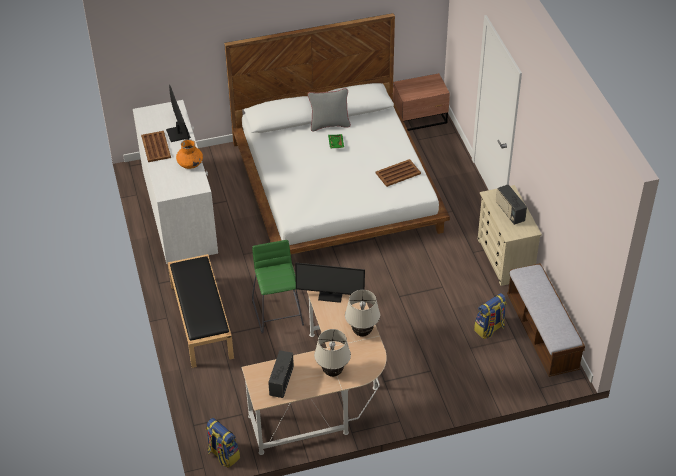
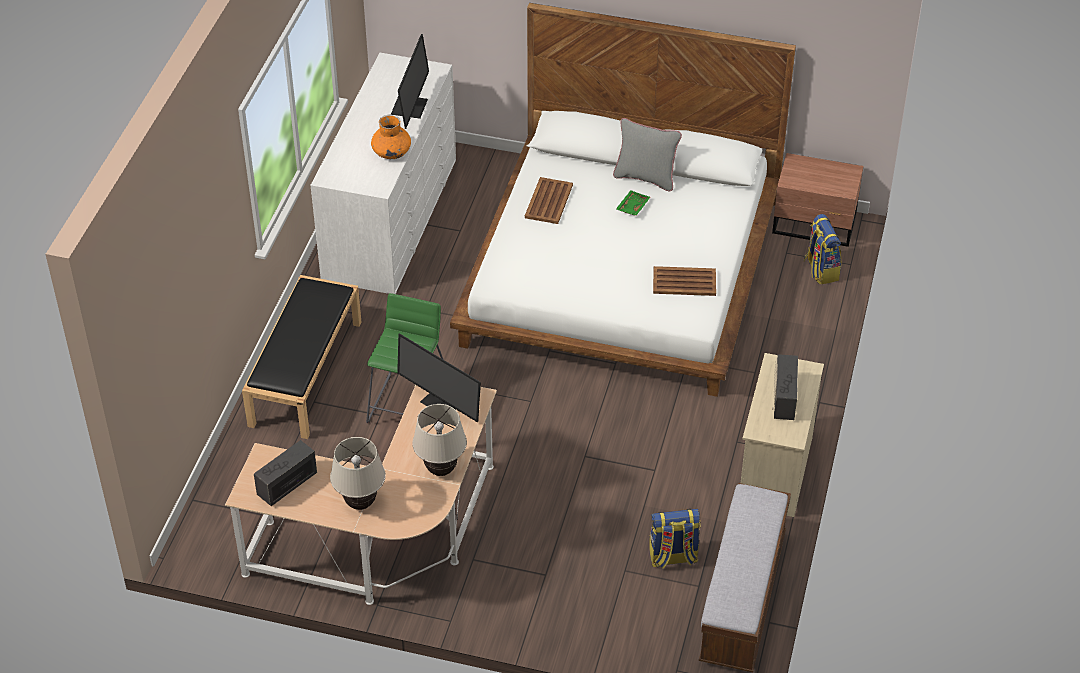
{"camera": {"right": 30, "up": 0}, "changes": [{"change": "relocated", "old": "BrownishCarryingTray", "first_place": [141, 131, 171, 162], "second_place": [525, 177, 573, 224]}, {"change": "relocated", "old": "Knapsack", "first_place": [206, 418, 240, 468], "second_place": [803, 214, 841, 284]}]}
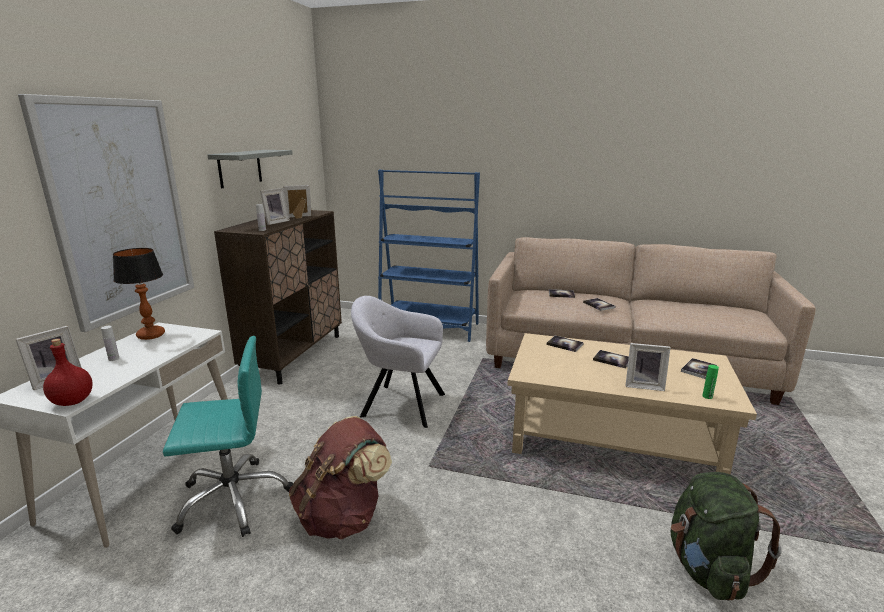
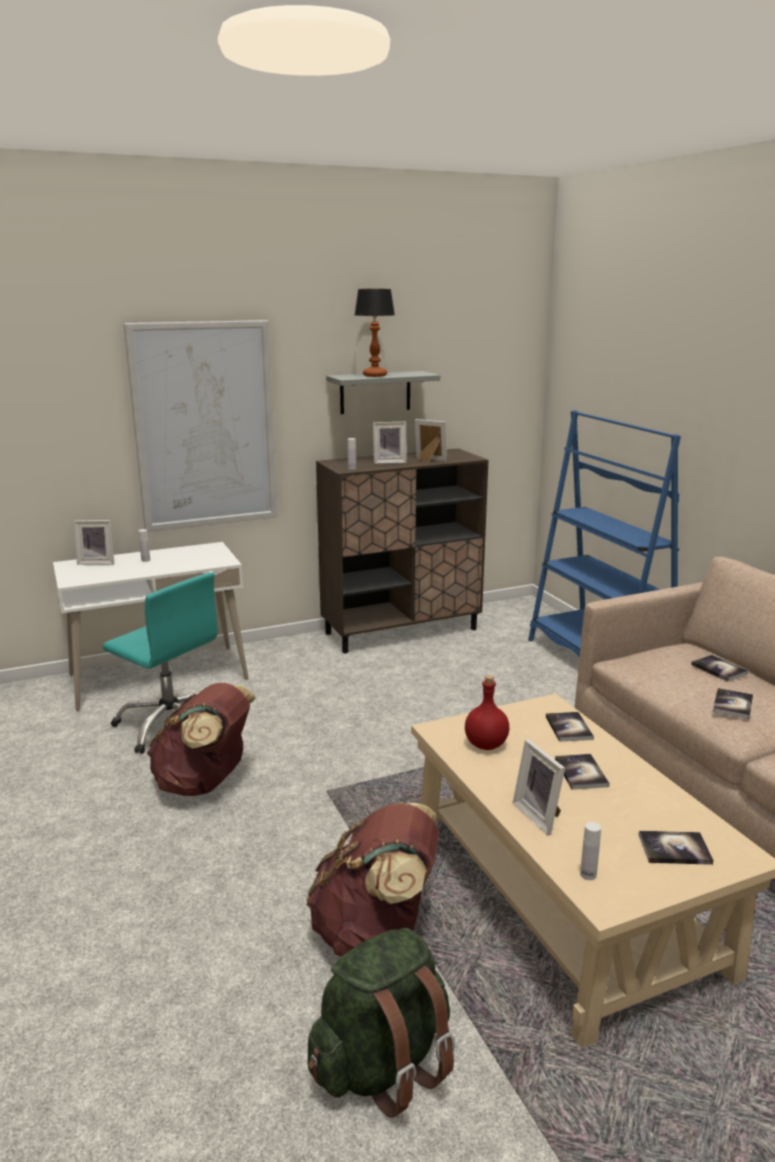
{"camera": {"right": 50, "up": 0}, "changes": [{"change": "relocated", "old": "TabletopLamp", "first_place": [113, 248, 165, 340], "second_place": [355, 289, 395, 377]}, {"change": "missing", "old": "GreyEasyChair", "first_place": [351, 296, 445, 428]}, {"change": "relocated", "old": "ReddishBottle", "first_place": [43, 339, 93, 406], "second_place": [465, 675, 509, 750]}, {"change": "colour", "old": "GreenBottle", "new": "WhiteColouredBottle", "first_place": [702, 365, 719, 399], "second_place": [580, 822, 601, 880]}, {"change": "appeared", "new": "BrownishKnapsack", "second_place": [306, 802, 439, 957]}]}
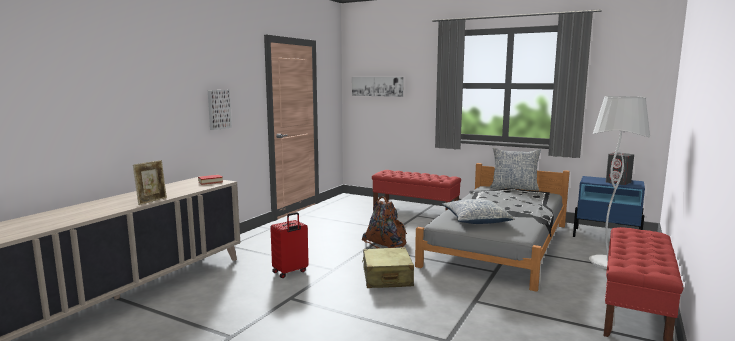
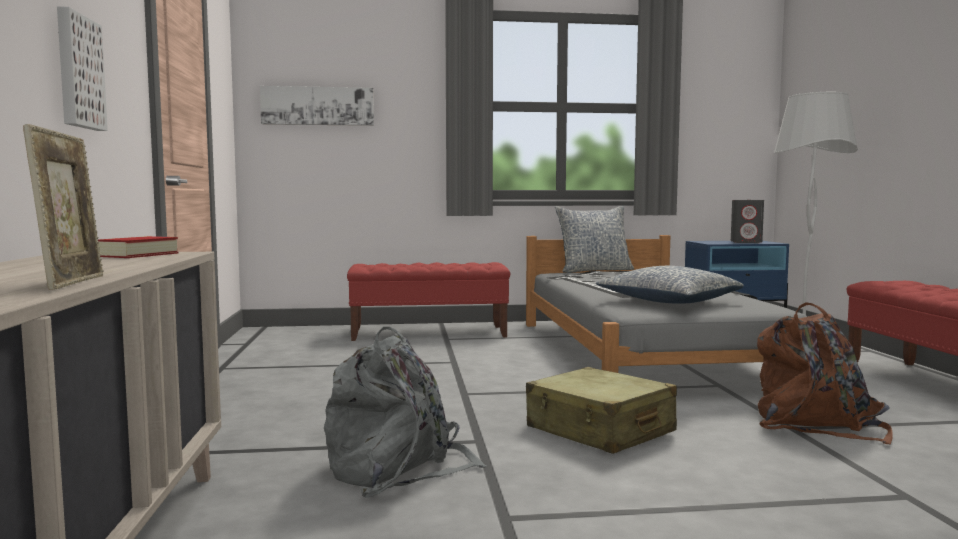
{"camera": {"right": -35, "up": -5}, "changes": [{"change": "relocated", "old": "BrownishKnapsack", "first_place": [362, 196, 407, 248], "second_place": [757, 302, 893, 444]}, {"change": "exchanged", "old": "ReddishPieceOfLuggage", "new": "GreyKnapsack", "first_place": [270, 212, 309, 278], "second_place": [324, 327, 487, 498]}]}
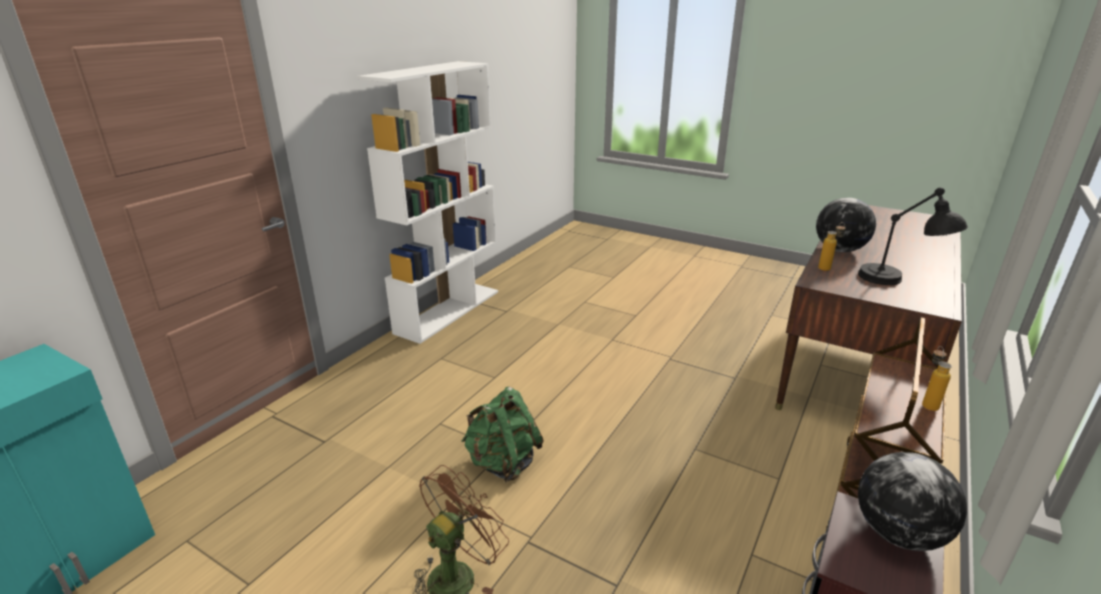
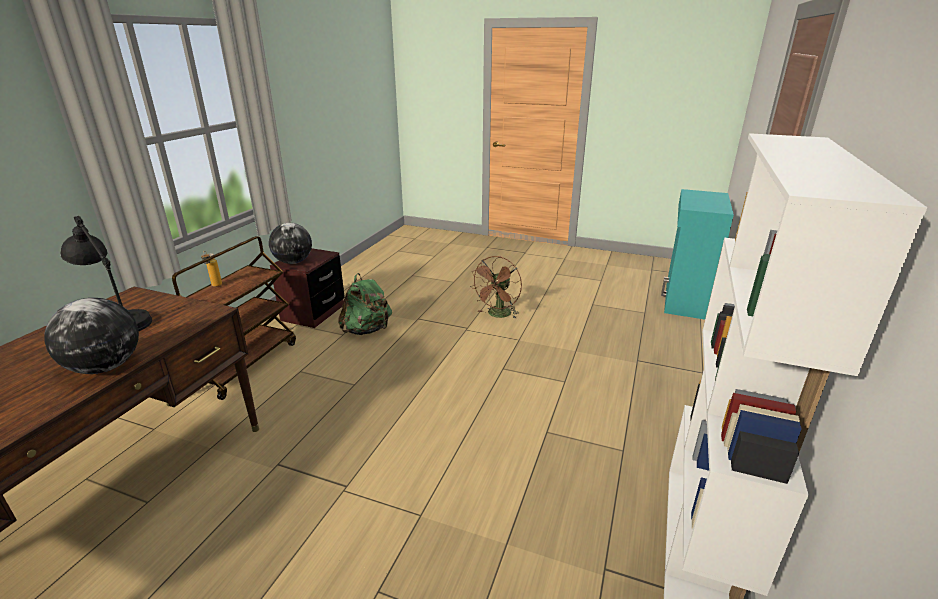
{"camera": {"right": 170, "up": 0}, "changes": [{"change": "missing", "old": "Bottle", "first_place": [818, 222, 845, 271]}, {"change": "relocated", "old": "GreenKnapsack", "first_place": [462, 387, 544, 482], "second_place": [338, 273, 392, 335]}]}
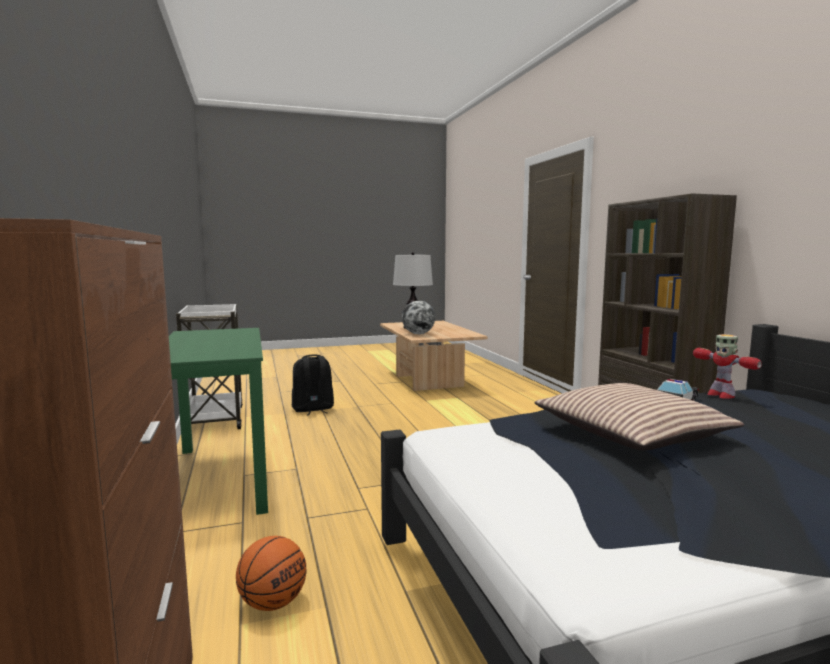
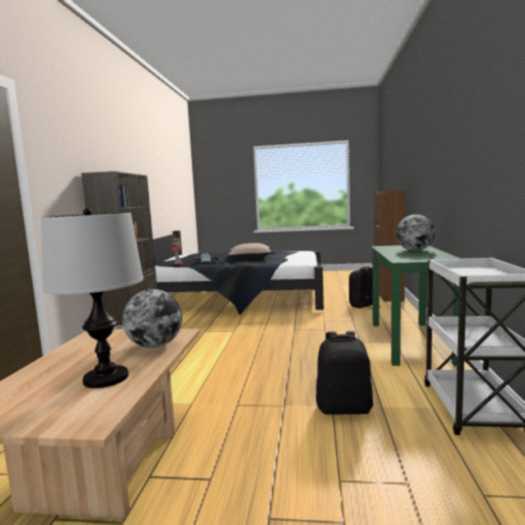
{"camera": {"right": -155, "up": 0}, "changes": [{"change": "exchanged", "old": "BallForBasketball", "new": "BlackishKnapsack", "first_place": [236, 536, 306, 611], "second_place": [349, 267, 382, 309]}, {"change": "appeared", "new": "Globe", "second_place": [396, 215, 435, 251]}]}
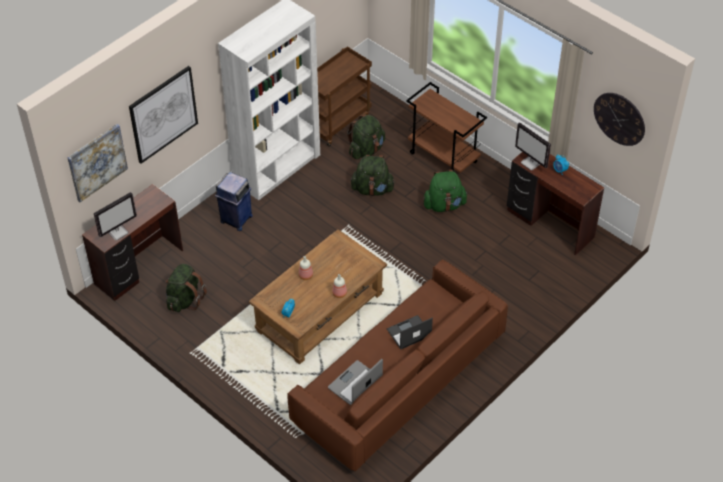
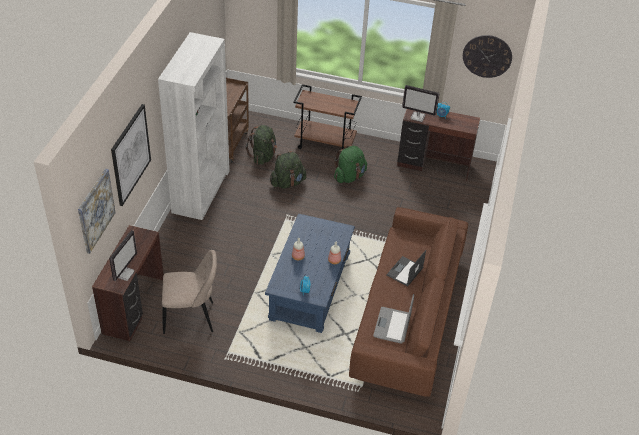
{"camera": {"right": -30, "up": -5}, "changes": [{"change": "missing", "old": "BluishTrashCan", "first_place": [215, 172, 253, 231]}, {"change": "colour", "old": "BrownishLoungeTable", "new": "BluishLoungeTable", "first_place": [249, 229, 387, 365], "second_place": [265, 214, 355, 333]}, {"change": "exchanged", "old": "GreenKnapsack", "new": "BeigeColouredPlainChair", "first_place": [165, 264, 207, 312], "second_place": [162, 250, 217, 334]}]}
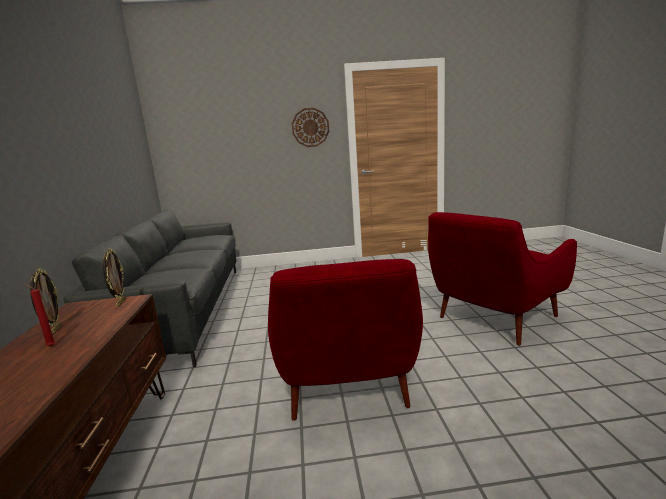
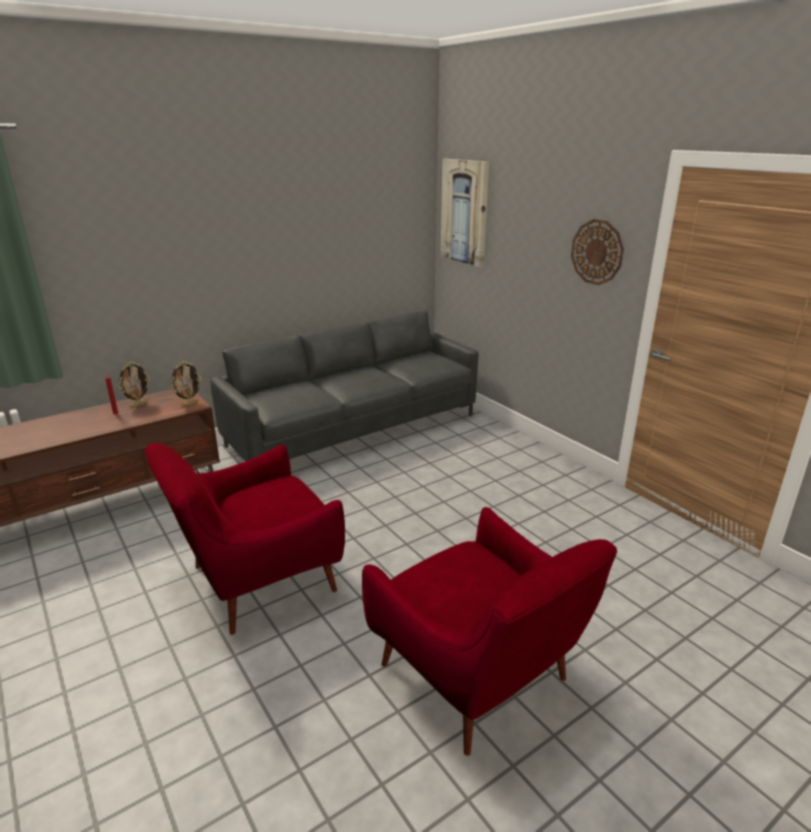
{"camera": {"right": 60, "up": 10}, "changes": [{"change": "spun", "old": "ReddishEasyChair", "first_place": [428, 212, 577, 346], "second_place": [362, 507, 617, 756], "degrees": -150}, {"change": "appeared", "new": "Picture", "second_place": [440, 159, 489, 267]}]}
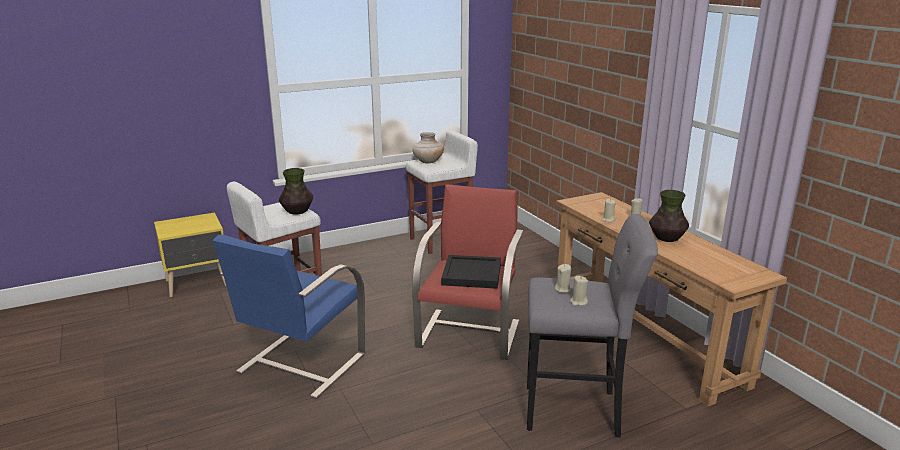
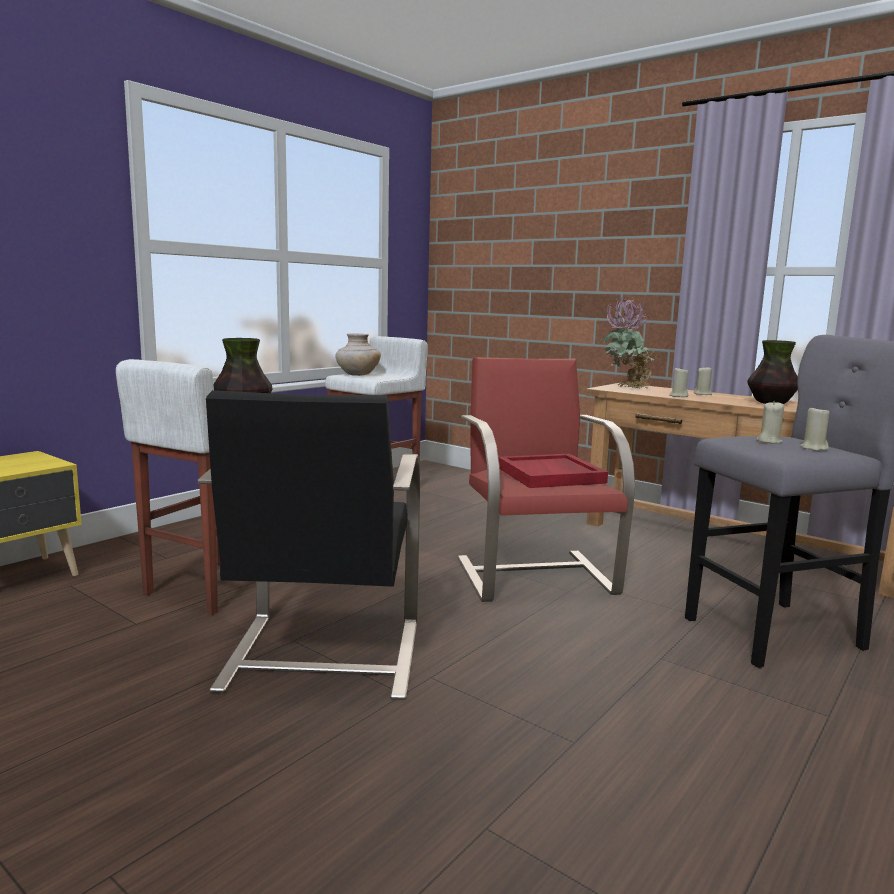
{"camera": {"right": -25, "up": -10}, "changes": [{"change": "colour", "old": "BluishEasyChair", "new": "BlackishEasyChair", "first_place": [212, 235, 365, 399], "second_place": [197, 390, 420, 700]}, {"change": "colour", "old": "BlackishCarryingTray", "new": "ReddishCarryingTray", "first_place": [441, 255, 501, 289], "second_place": [498, 454, 608, 488]}, {"change": "appeared", "new": "PottedPlant", "second_place": [603, 296, 659, 389]}]}
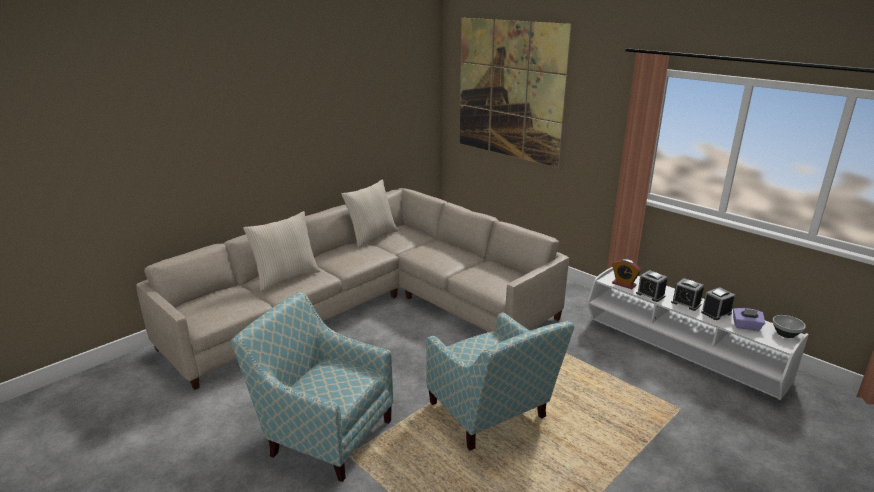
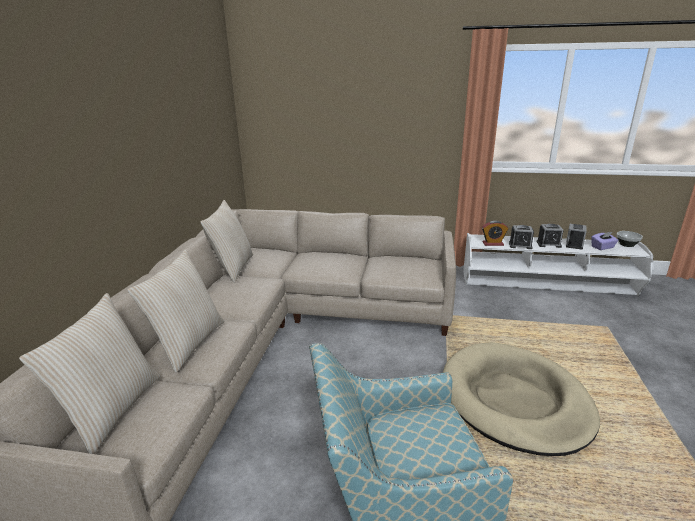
{"camera": {"right": -35, "up": 0}, "changes": [{"change": "missing", "old": "Picture", "first_place": [460, 18, 571, 168]}, {"change": "exchanged", "old": "EasyChair", "new": "BeigeColouredPetBed", "first_place": [426, 313, 574, 450], "second_place": [443, 342, 600, 456]}, {"change": "appeared", "new": "BeigeColouredCushion", "second_place": [19, 293, 161, 454]}]}
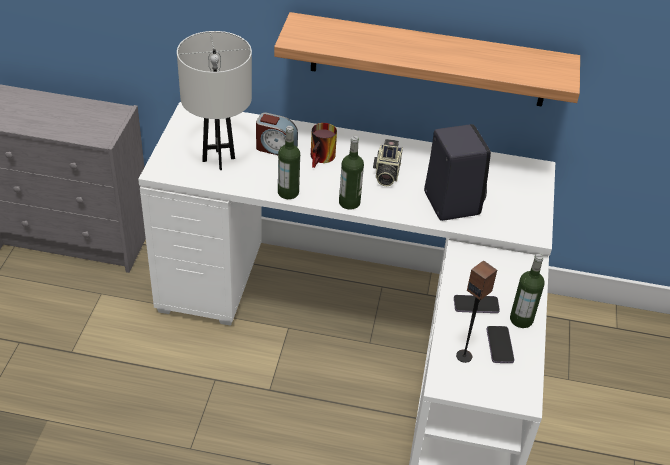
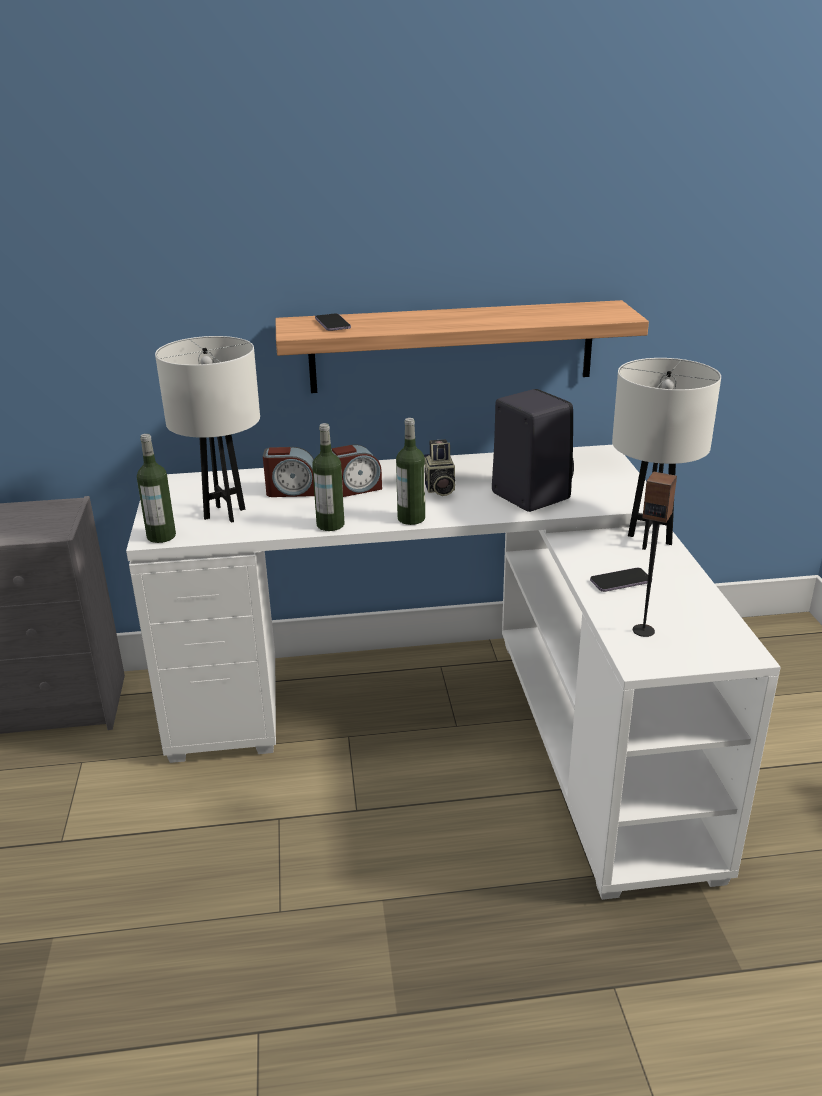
{"camera": {"right": -15, "up": -15}, "changes": [{"change": "exchanged", "old": "CoffeeMug", "new": "AlarmClock", "first_place": [311, 123, 337, 168], "second_place": [331, 444, 382, 497]}, {"change": "relocated", "old": "Bottle", "first_place": [510, 254, 545, 328], "second_place": [137, 434, 176, 543]}, {"change": "relocated", "old": "Phone", "first_place": [487, 326, 514, 363], "second_place": [315, 314, 351, 331]}, {"change": "appeared", "new": "WhiteColouredTabletopLamp", "second_place": [612, 358, 721, 550]}]}
